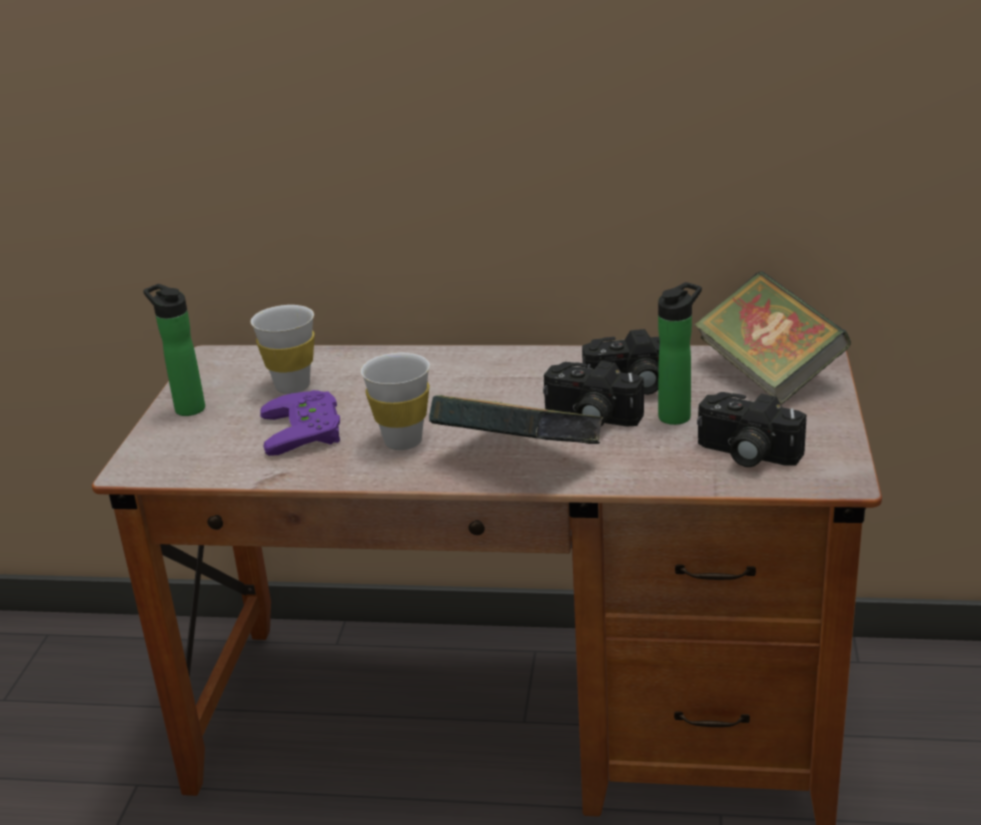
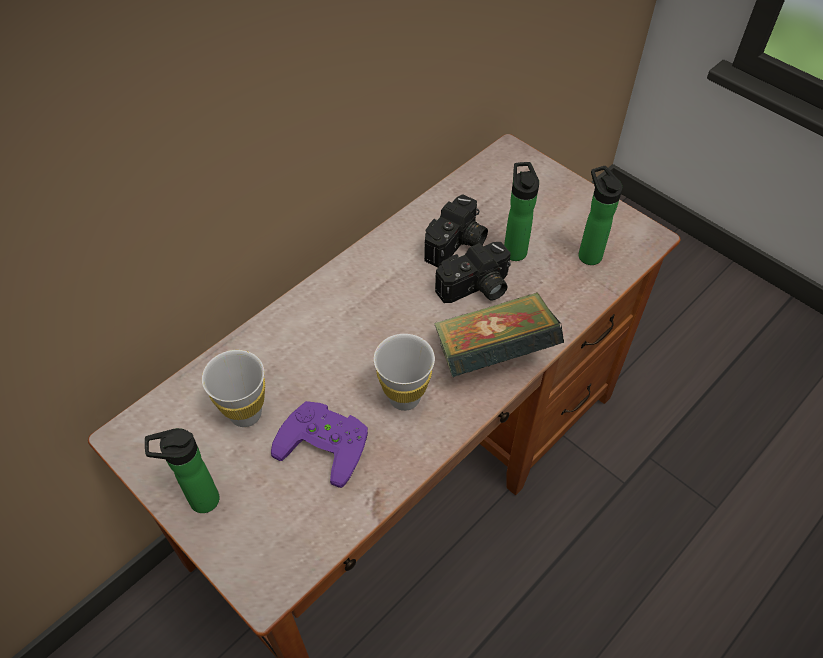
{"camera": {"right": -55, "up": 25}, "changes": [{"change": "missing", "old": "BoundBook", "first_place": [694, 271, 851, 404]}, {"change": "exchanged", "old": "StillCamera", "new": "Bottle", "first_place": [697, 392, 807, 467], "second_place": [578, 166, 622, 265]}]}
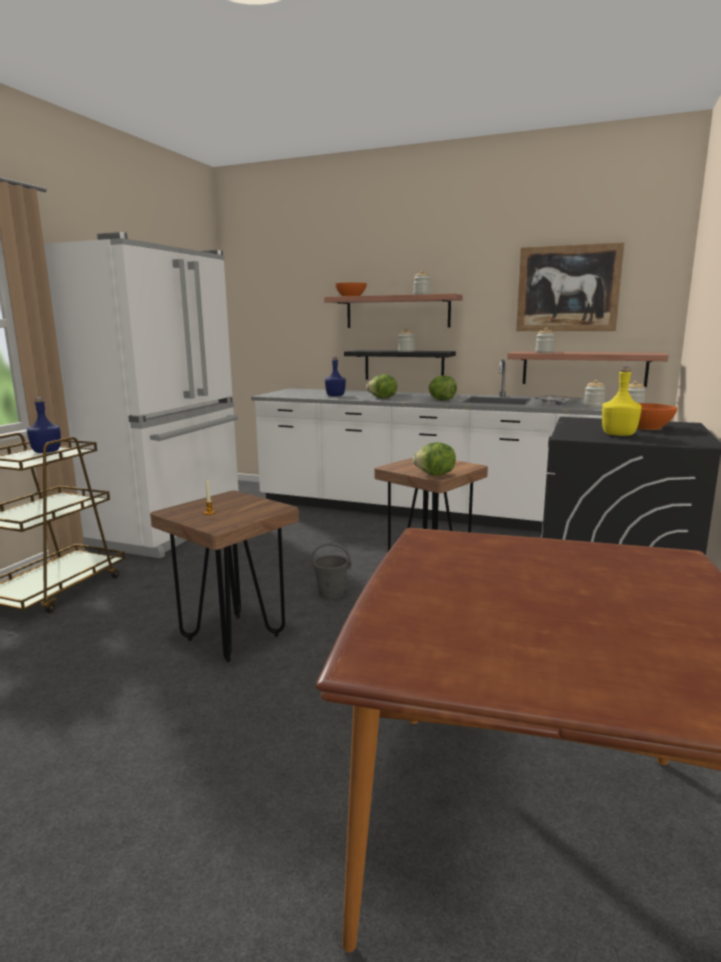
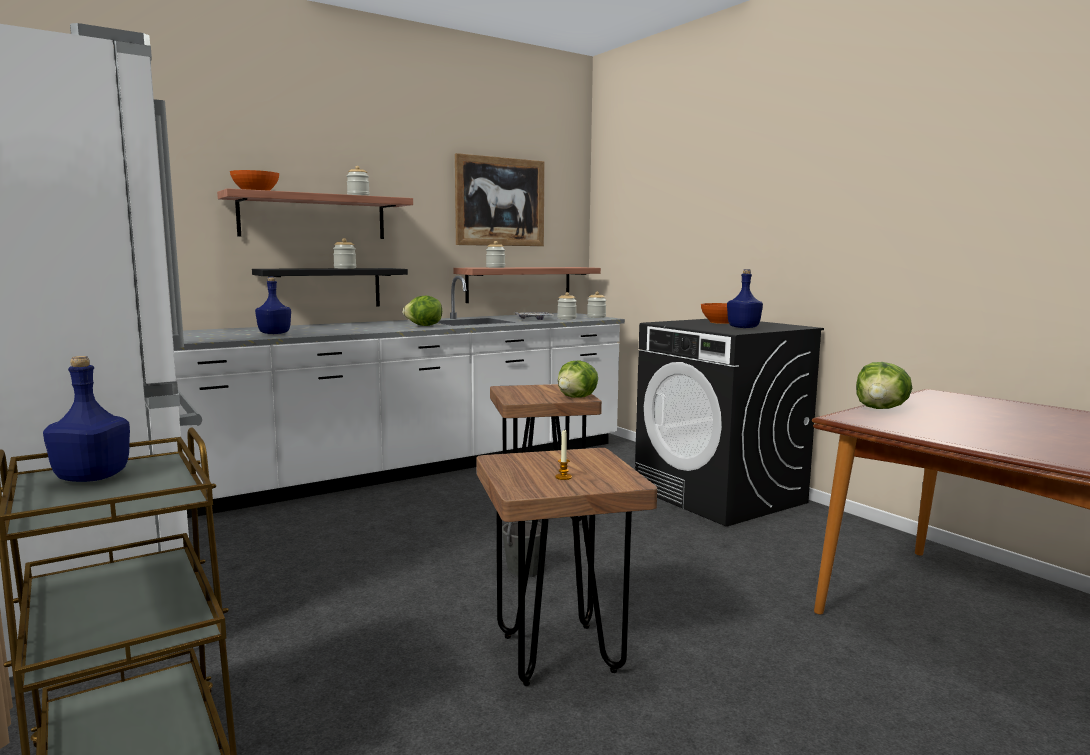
{"camera": {"right": -55, "up": -5}, "changes": [{"change": "colour", "old": "YellowColouredBottle", "new": "BluishBottle", "first_place": [602, 367, 642, 436], "second_place": [727, 269, 763, 328]}, {"change": "relocated", "old": "LettuceHead", "first_place": [366, 374, 397, 398], "second_place": [856, 362, 912, 409]}]}
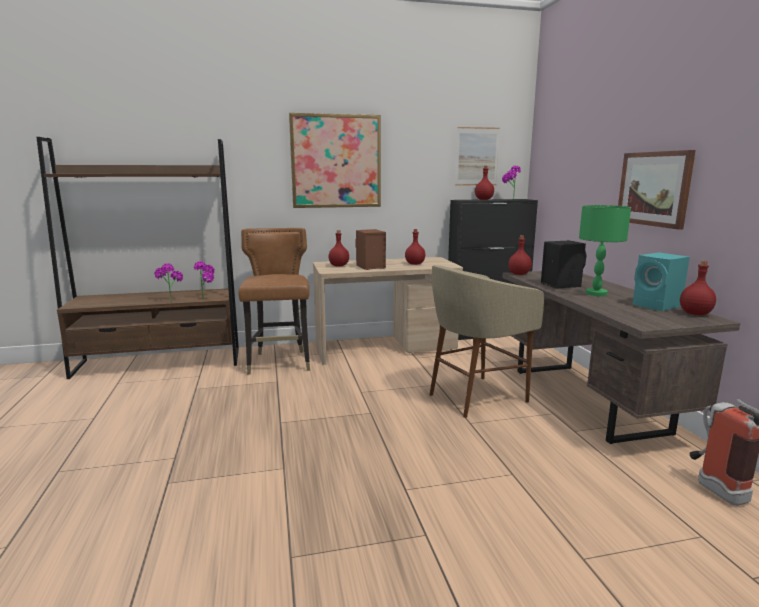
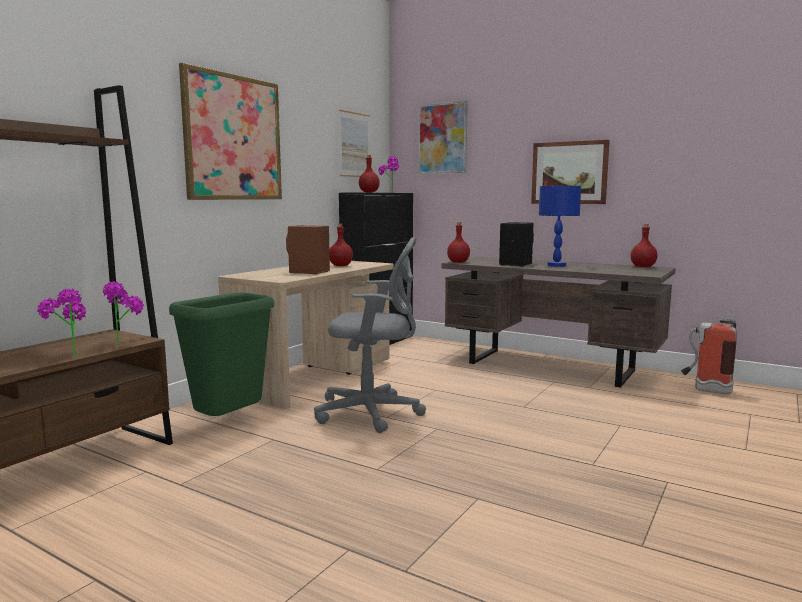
{"camera": {"right": -45, "up": -5}, "changes": [{"change": "colour", "old": "GreenTabletopLamp", "new": "BluishTabletopLamp", "first_place": [579, 205, 631, 296], "second_place": [539, 186, 581, 267]}, {"change": "exchanged", "old": "BrownishPlainChair", "new": "GreenTrashCan", "first_place": [238, 228, 310, 374], "second_place": [169, 292, 274, 416]}, {"change": "missing", "old": "ReddishBottle", "first_place": [329, 230, 349, 267]}, {"change": "missing", "old": "BlueGreenSpeaker", "first_place": [632, 252, 690, 311]}, {"change": "missing", "old": "BeigeColouredSittingStool", "first_place": [429, 265, 544, 418]}, {"change": "appeared", "new": "Picture", "second_place": [418, 101, 468, 174]}, {"change": "appeared", "new": "GreyOfficeChair", "second_place": [314, 237, 426, 433]}]}
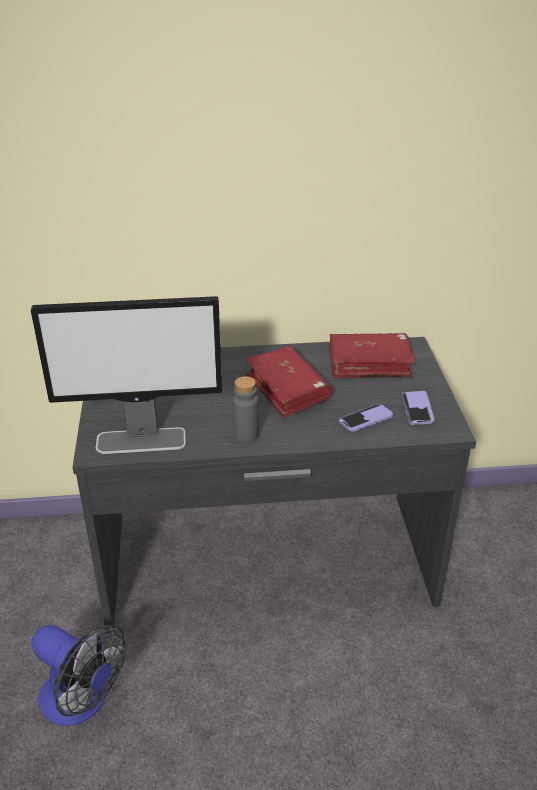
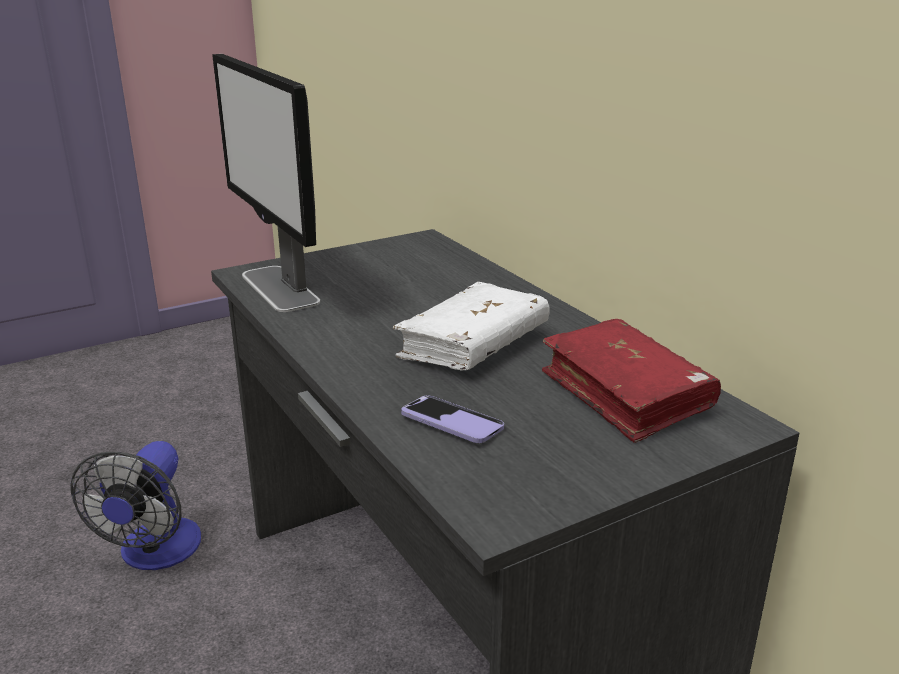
{"camera": {"right": 65, "up": -10}, "changes": [{"change": "colour", "old": "ReddishBoundBook", "new": "WhiteColouredBoundBook", "first_place": [245, 346, 332, 418], "second_place": [393, 282, 550, 370]}, {"change": "missing", "old": "GreyBottle", "first_place": [233, 376, 259, 443]}, {"change": "missing", "old": "Phone", "first_place": [402, 391, 435, 425]}]}
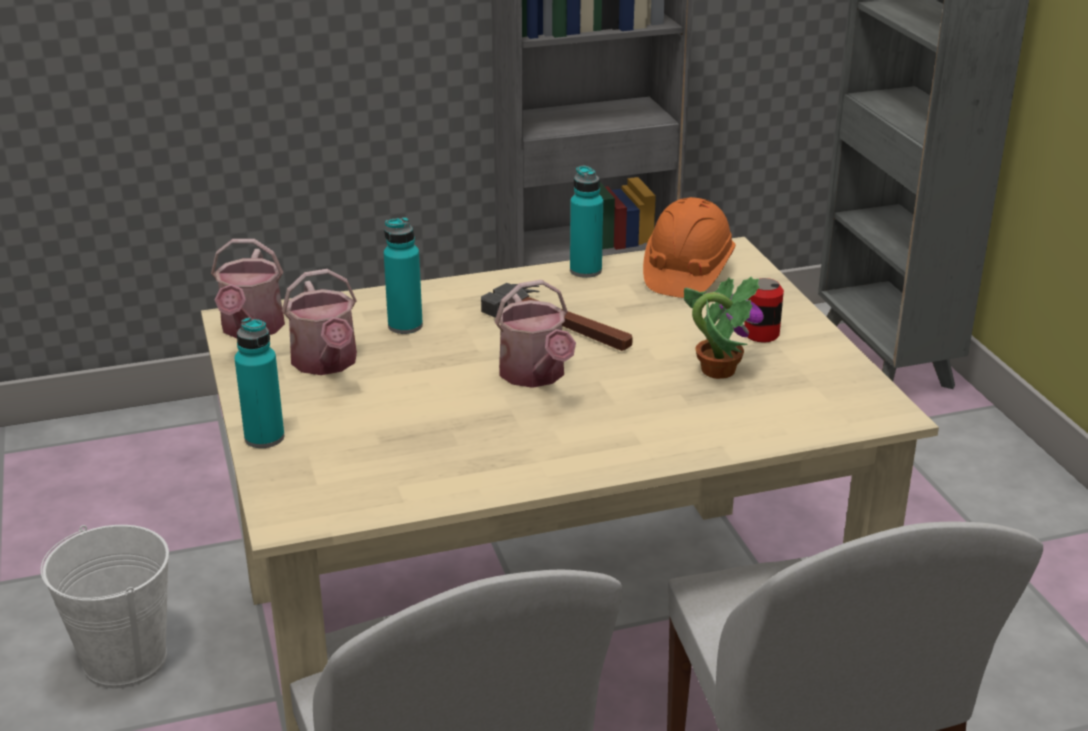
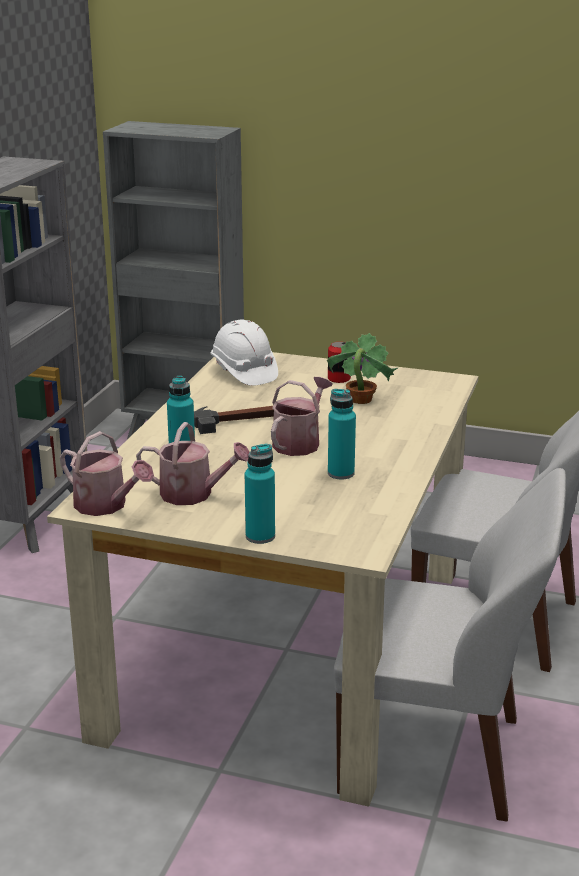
{"camera": {"right": -55, "up": -5}, "changes": [{"change": "relocated", "old": "BlueGreenBottle", "first_place": [570, 166, 603, 278], "second_place": [328, 389, 356, 479]}, {"change": "colour", "old": "OrangeSafetyHelmet", "new": "WhiteColouredSafetyHelmet", "first_place": [643, 197, 735, 298], "second_place": [211, 319, 278, 386]}, {"change": "spun", "old": "SprinklingCan", "first_place": [495, 280, 576, 388], "second_place": [271, 377, 333, 456], "degrees": -75}, {"change": "missing", "old": "WhiteColouredWaterBucket", "first_place": [41, 525, 169, 689]}]}
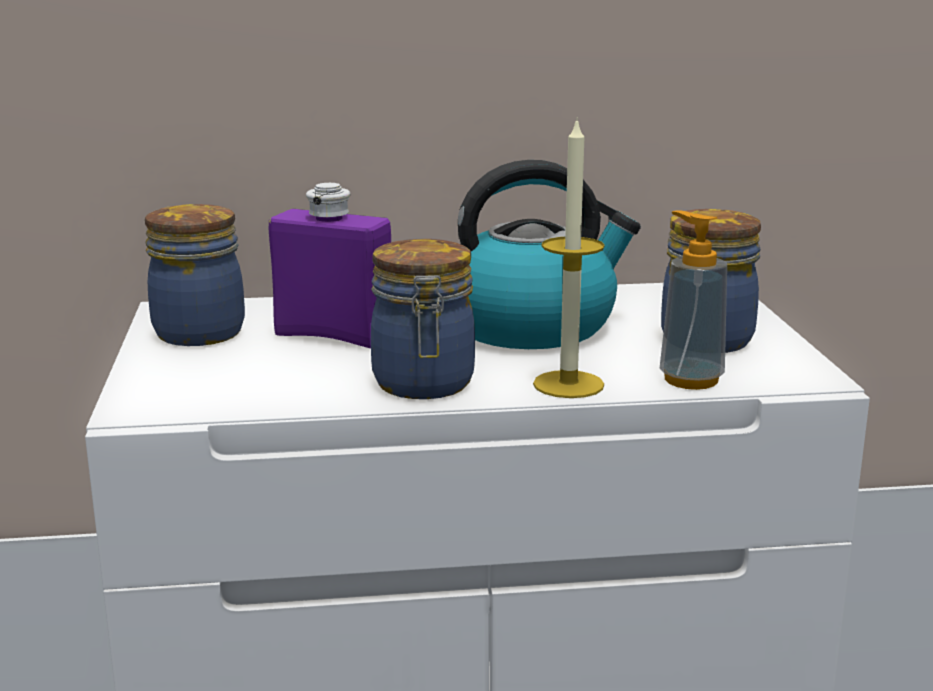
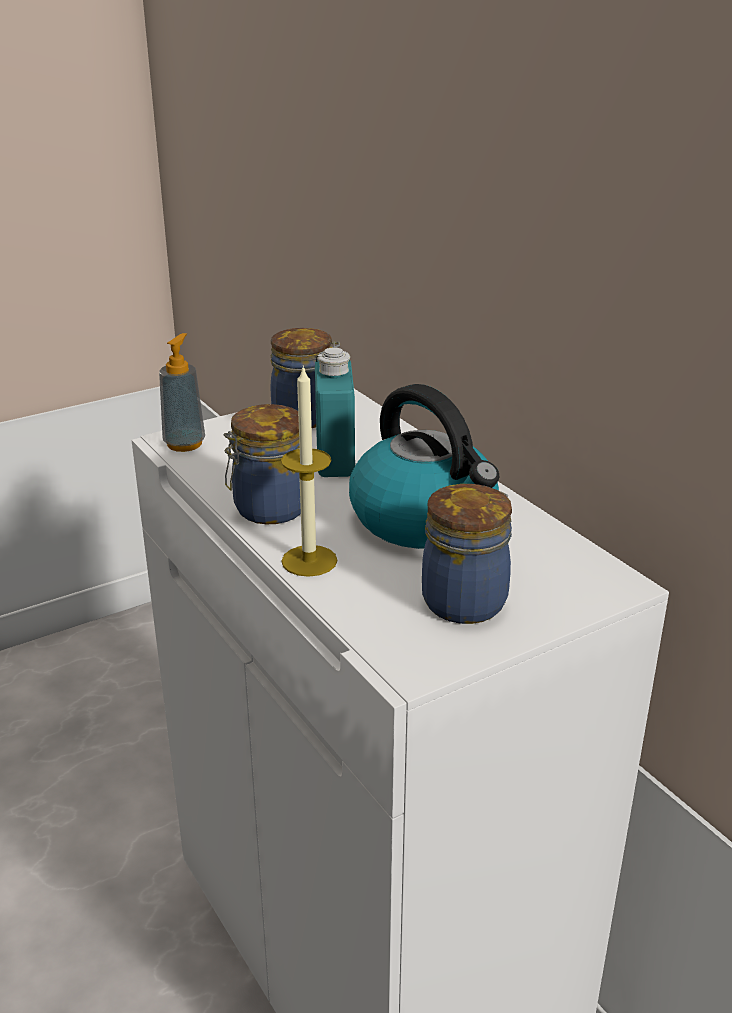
{"camera": {"right": 65, "up": 10}, "changes": [{"change": "colour", "old": "PurpleBottle", "new": "BlueGreenBottle", "first_place": [269, 183, 391, 349], "second_place": [315, 347, 355, 477]}, {"change": "relocated", "old": "LiquidSoapBottle", "first_place": [660, 210, 727, 390], "second_place": [159, 333, 205, 452]}]}
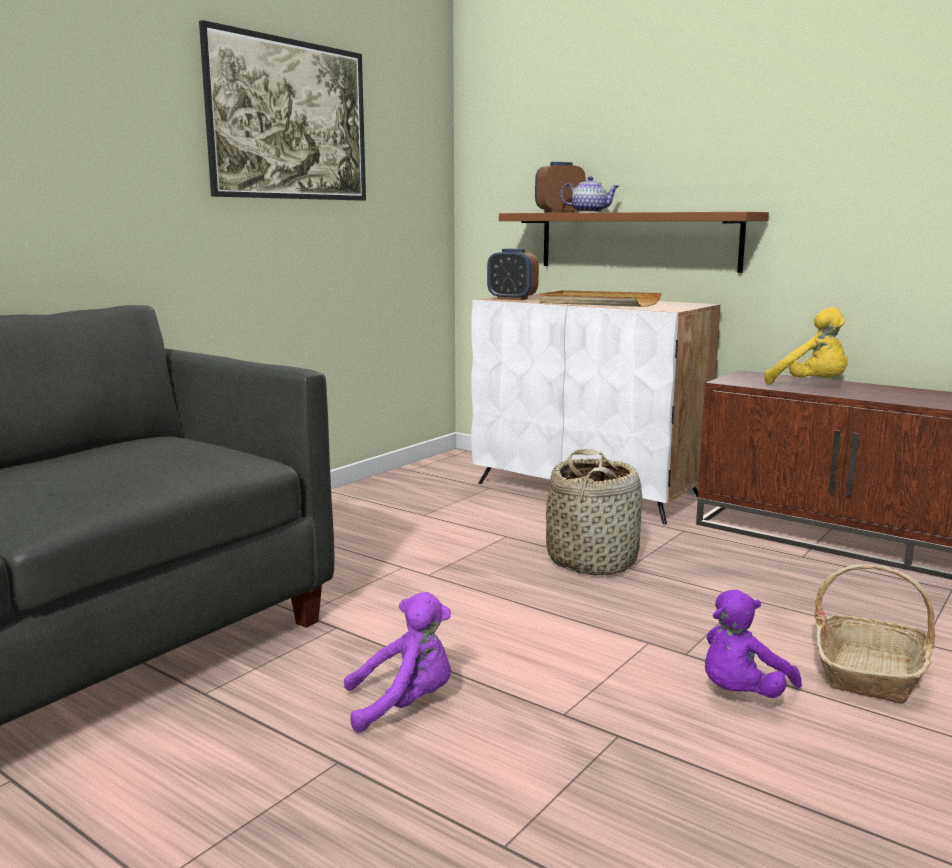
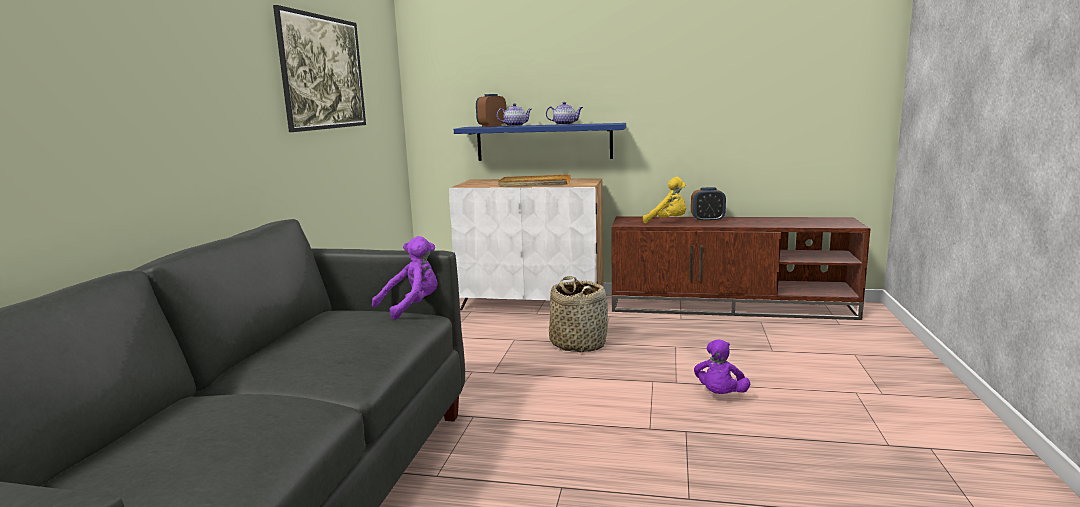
{"camera": {"right": -25, "up": 0}, "changes": [{"change": "colour", "old": "BrownishBracketShelf", "new": "BluishBracketShelf", "first_place": [499, 212, 769, 273], "second_place": [454, 123, 626, 161]}, {"change": "relocated", "old": "AlarmClock", "first_place": [487, 249, 539, 300], "second_place": [691, 187, 726, 222]}, {"change": "missing", "old": "Basket", "first_place": [815, 564, 935, 704]}, {"change": "relocated", "old": "PurplePlushToy", "first_place": [344, 592, 451, 733], "second_place": [372, 236, 438, 320]}, {"change": "appeared", "new": "Teapot", "second_place": [546, 102, 583, 125]}]}
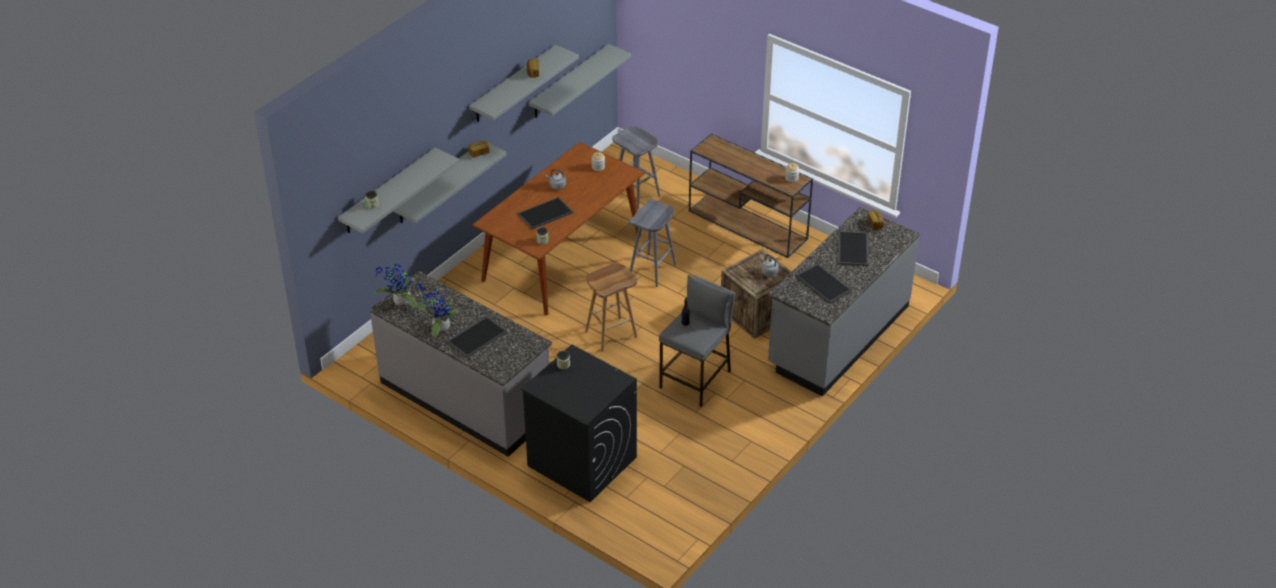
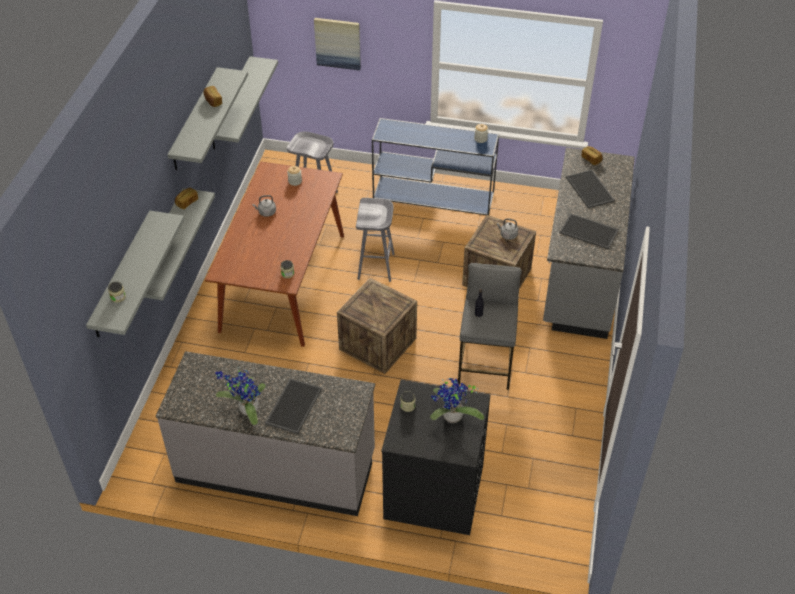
{"camera": {"right": -25, "up": 5}, "changes": [{"change": "colour", "old": "BrownishHallTable", "new": "BluishHallTable", "first_place": [689, 134, 813, 258], "second_place": [372, 118, 499, 215]}, {"change": "missing", "old": "CarryingTray", "first_place": [518, 197, 573, 229]}, {"change": "relocated", "old": "PottedPlant", "first_place": [375, 263, 417, 307], "second_place": [430, 378, 484, 423]}, {"change": "exchanged", "old": "BrownishSittingStool", "new": "ShippingCrate", "first_place": [585, 264, 637, 352], "second_place": [337, 278, 417, 374]}, {"change": "appeared", "new": "Picture", "second_place": [314, 18, 361, 71]}]}
